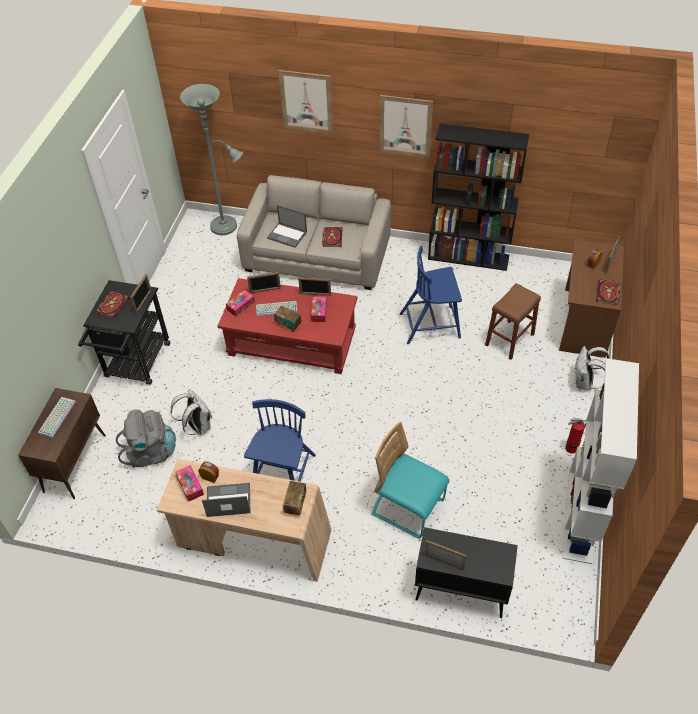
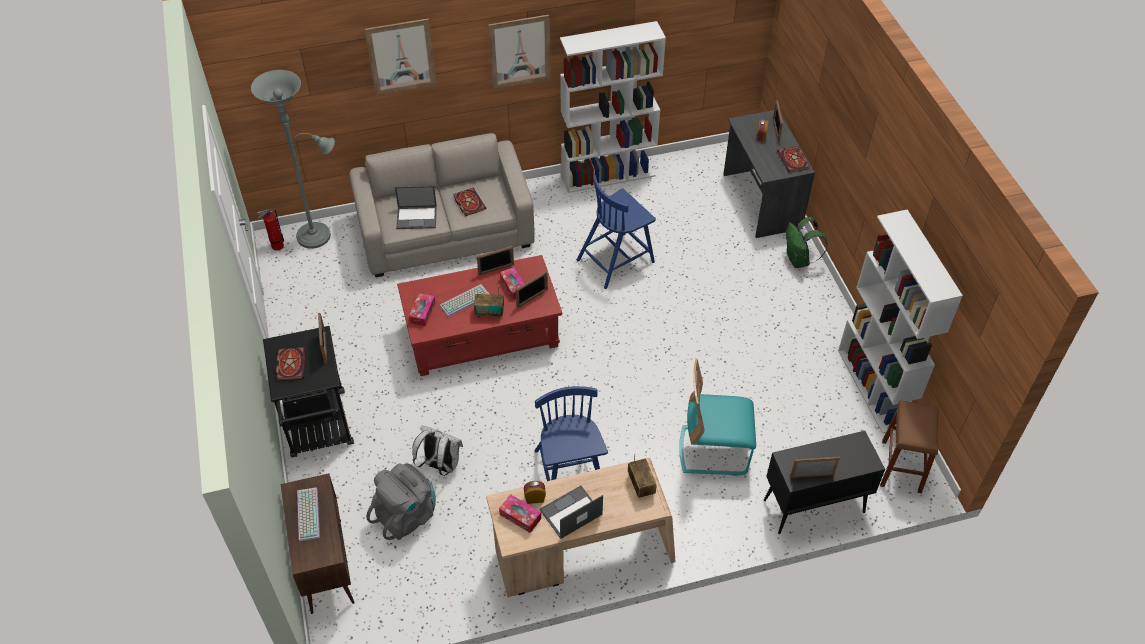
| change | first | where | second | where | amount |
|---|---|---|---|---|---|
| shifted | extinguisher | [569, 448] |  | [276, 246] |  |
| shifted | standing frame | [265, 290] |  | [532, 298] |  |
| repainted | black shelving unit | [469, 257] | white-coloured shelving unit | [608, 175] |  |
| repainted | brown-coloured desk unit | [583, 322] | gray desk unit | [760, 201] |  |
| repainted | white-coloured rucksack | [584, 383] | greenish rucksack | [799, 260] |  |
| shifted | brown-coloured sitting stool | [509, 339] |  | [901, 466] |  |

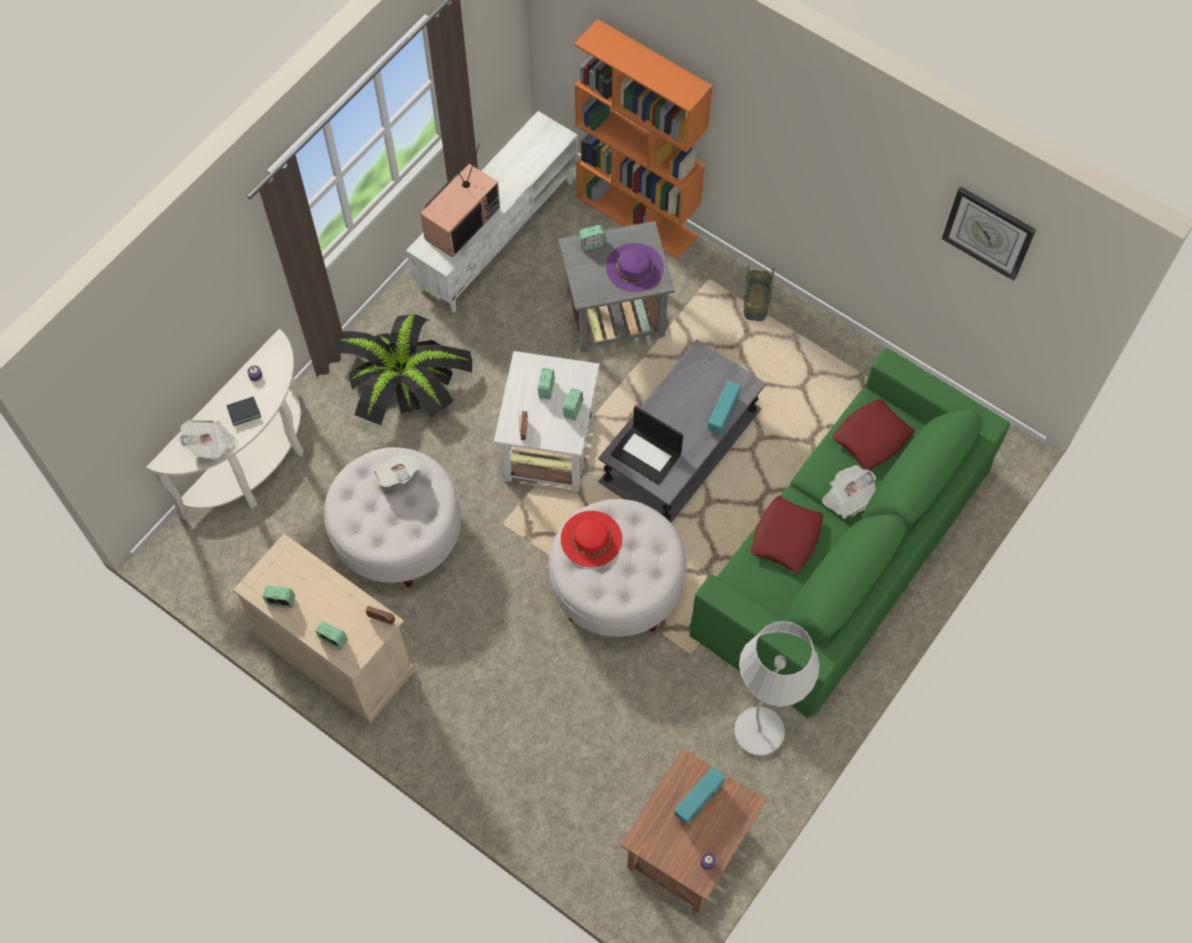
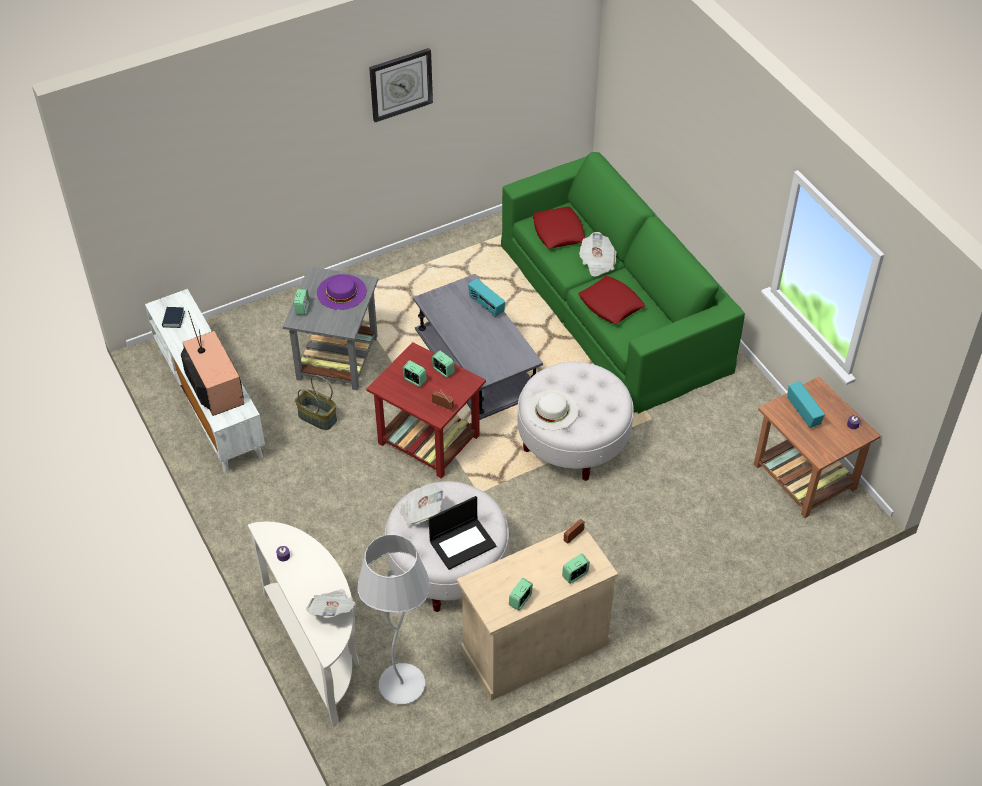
| change | first | where | second | where | amount |
|---|---|---|---|---|---|
| shifted | bound book | [244, 412] |  | [173, 319] |  |
| shifted | household basket | [755, 302] |  | [316, 418] |  |
| shifted | white-coloured standard lamp | [759, 731] |  | [402, 685] |  |
| repainted | white-coloured end table | [549, 446] | reddish end table | [427, 439] |  |
| shifted | wall clock | [988, 232] |  | [400, 84] |  |
| shifted | laptop | [647, 454] |  | [463, 543] |  |
| repainted | reddish clothing hat | [591, 539] | white-coloured clothing hat | [552, 410] |  |
| gone | potted plant | [403, 379] |  |  |  |
| gone | orange shelving unit | [638, 216] |  |  |  |

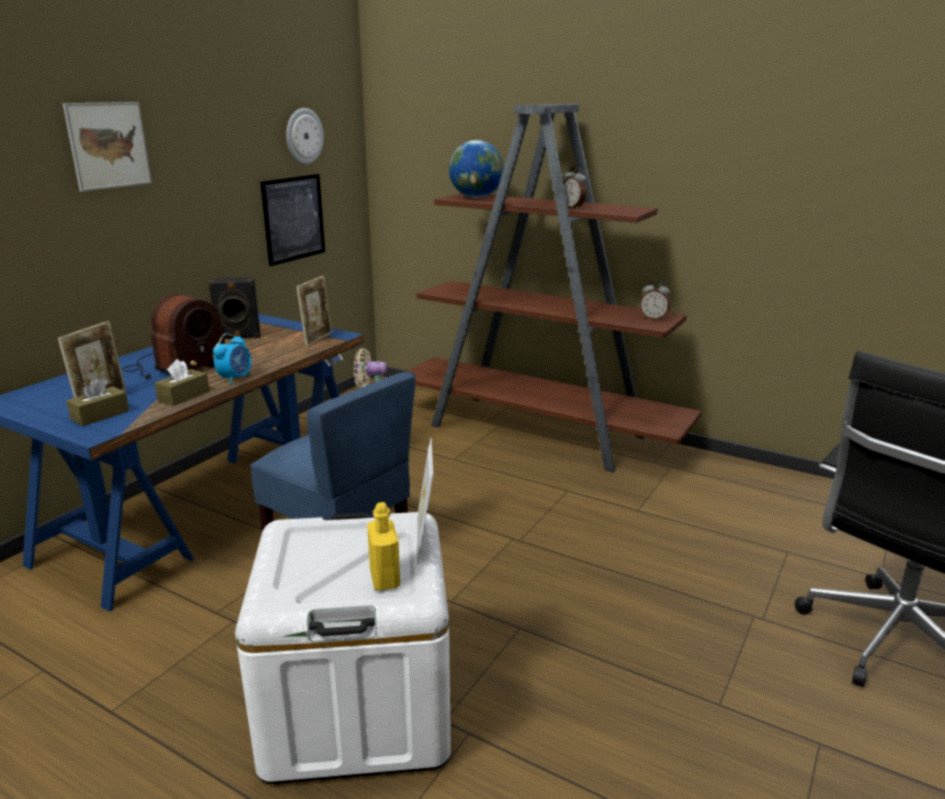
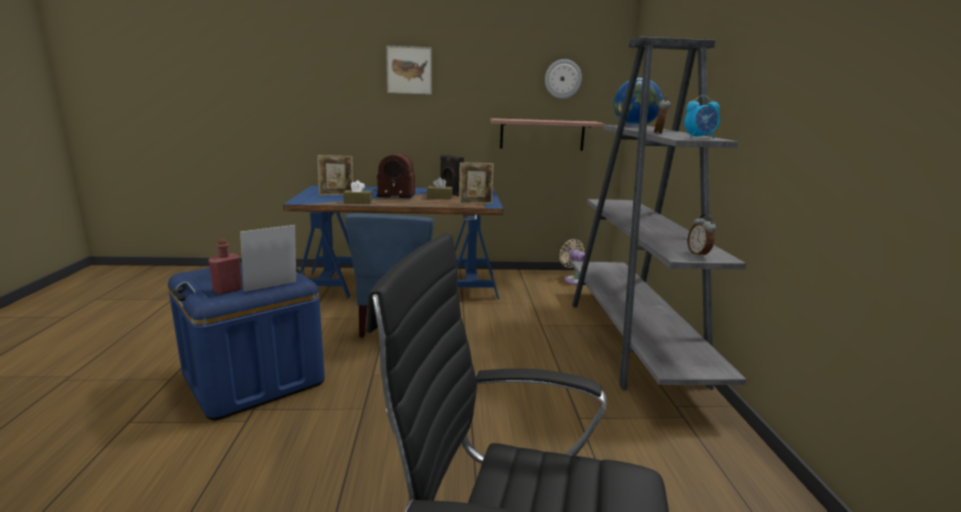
| change | first | where | second | where | amount |
|---|---|---|---|---|---|
| repainted | white-coloured storage box | [357, 706] | blue-coloured storage box | [253, 378] |  |
| repainted | yellow beverage bottle | [385, 579] | reddish beverage bottle | [228, 290] |  |
| shifted | brown-coloured tissue box | [100, 415] |  | [439, 197] |  |
| swapped | wall picture | [293, 218] | bracket shelf | [542, 134] |  |
| repainted | brown-coloured shelving unit | [540, 432] | gray shelving unit | [633, 342] |  |
| shifted | table clock | [235, 378] |  | [699, 137] |  |

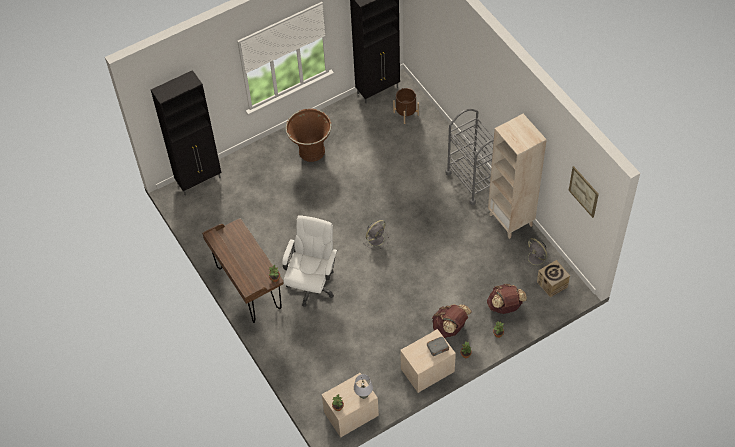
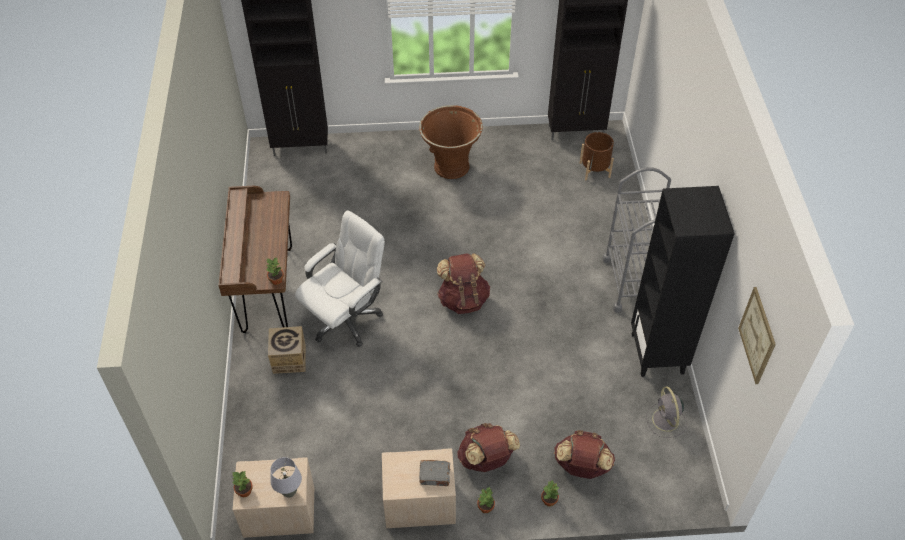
| change | first | where | second | where | amount |
|---|---|---|---|---|---|
| shifted | packing box | [552, 284] |  | [289, 359] |  |
| swapped | gray electric fan | [376, 238] | brown-coloured rucksack | [463, 299] |  |
| repainted | sand-coloured shelving unit | [511, 220] | black shelving unit | [658, 354] |  |

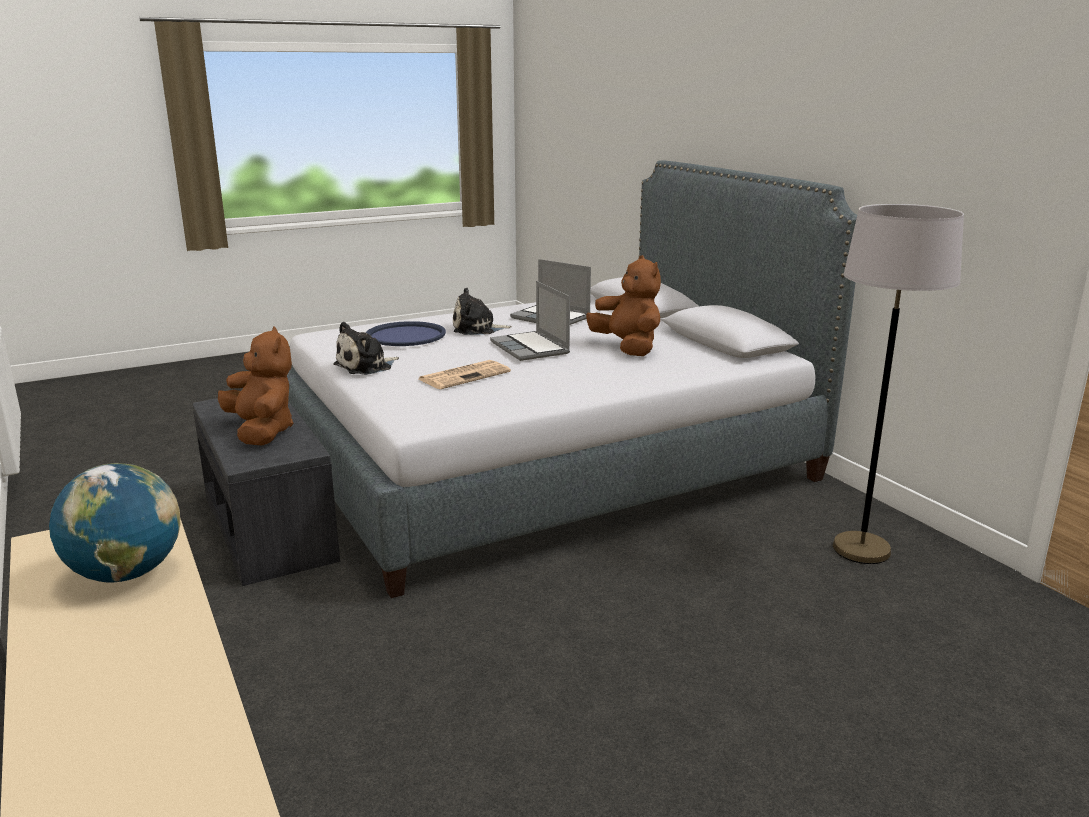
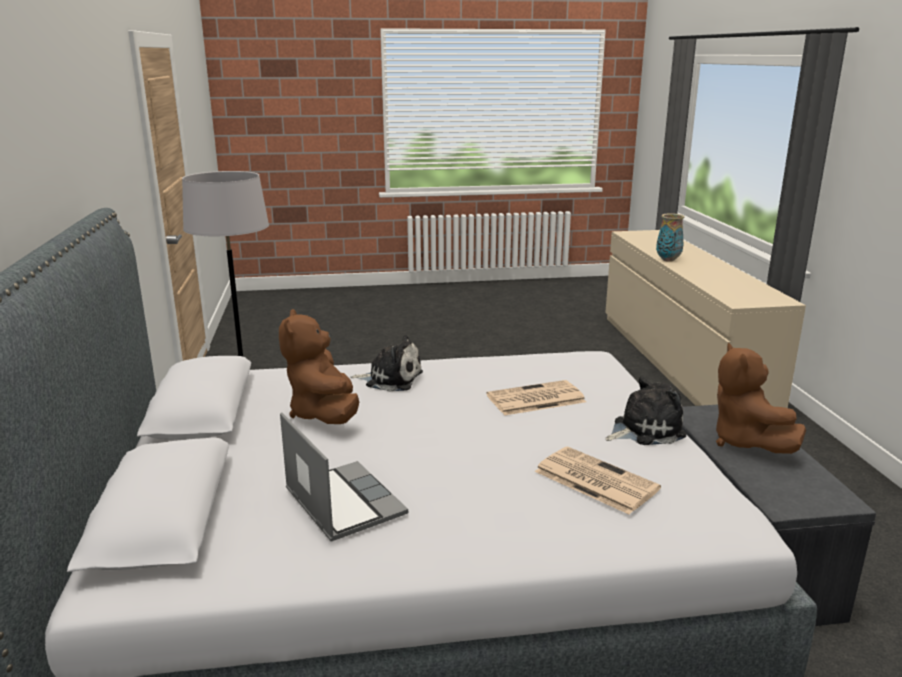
| change | first | where | second | where | amount |
|---|---|---|---|---|---|
| shifted | soft toy | [477, 329] |  | [391, 379] |  |
| swapped | blue-coloured tray | [406, 335] | newspaper | [594, 480] |  |
| new |  |  | flower vase | [668, 260] |  |
| gone | desk globe | [126, 574] |  |  |  |
| gone | laptop | [531, 348] |  |  |  |

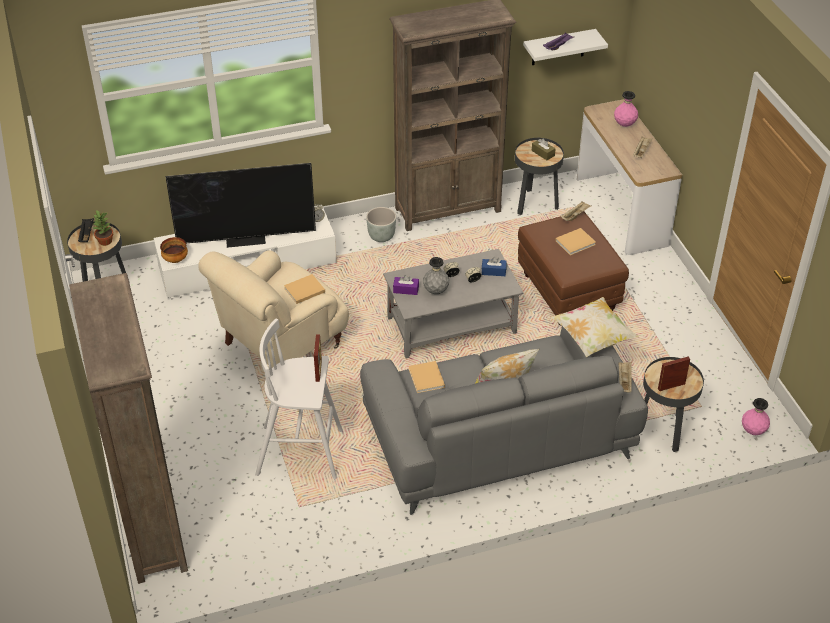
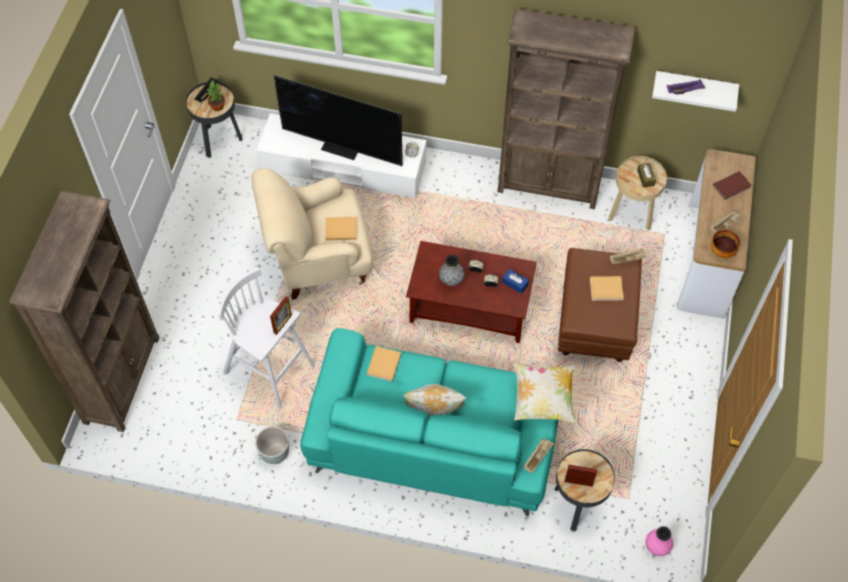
| change | first | where | second | where | amount |
|---|---|---|---|---|---|
| shifted | gray planter | [381, 237] |  | [274, 453] |  |
| repainted | gray couch | [498, 437] | blue-green couch | [433, 437] |  |
| repainted | gray coffee table | [450, 326] | brown-coloured coffee table | [468, 308] |  |
| repainted | black end table | [534, 204] | sand-coloured end table | [631, 214] |  |
| shifted | bowl | [175, 260] |  | [721, 251] |  |
| swapped | pinkish flower vase | [624, 124] | brown-coloured bound book | [732, 186] |  |
| gone | purple-coloured tissue box | [406, 289] |  |  |  |

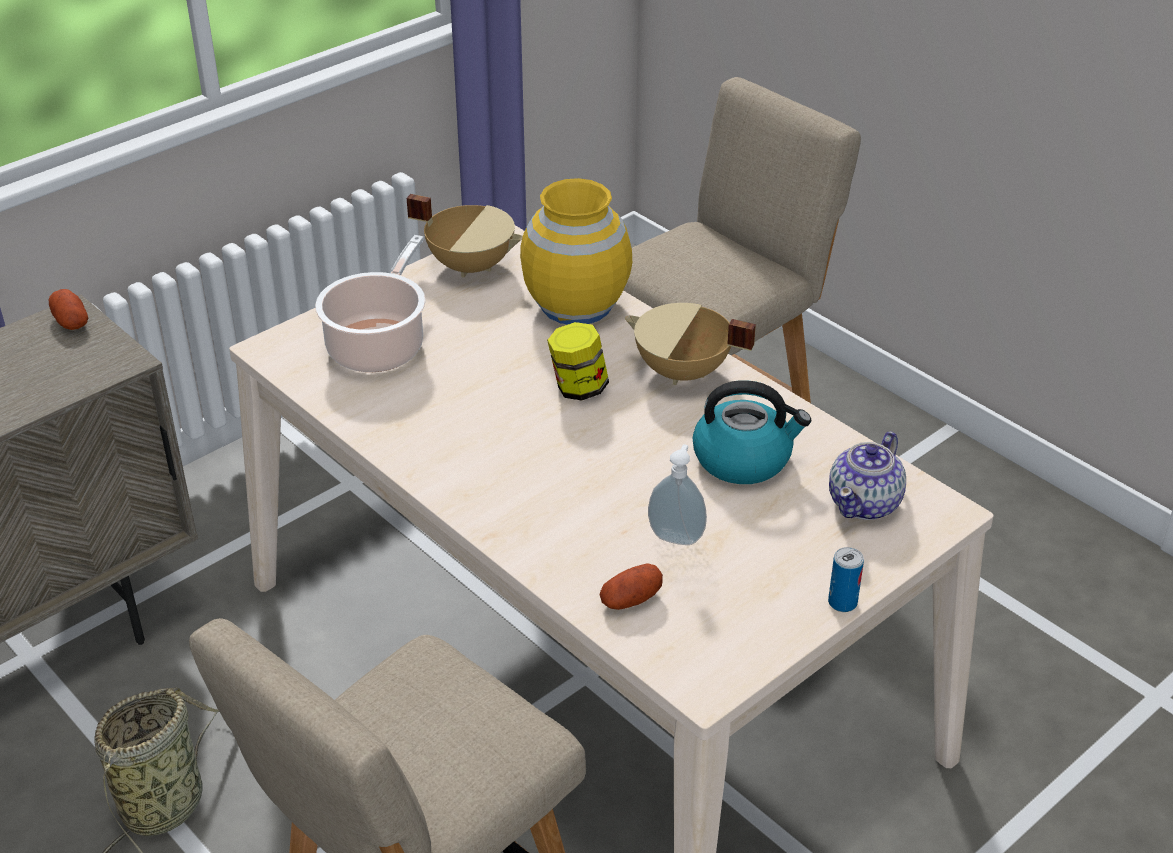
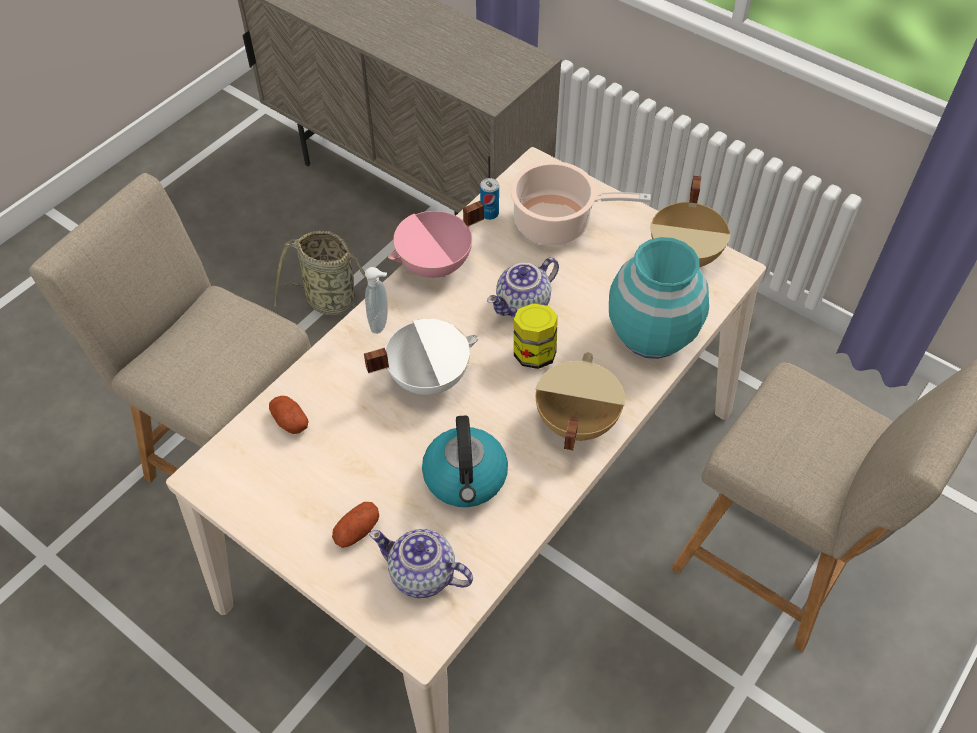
| change | first | where | second | where | amount |
|---|---|---|---|---|---|
| shifted | whole potato | [71, 322] |  | [357, 531] |  |
| new |  |  | white-coloured stockpot | [427, 377] |  |
| shifted | soap bottle | [676, 536] |  | [381, 323] |  |
| new |  |  | pinkish stockpot | [436, 266] |  |
| shifted | sealed can | [842, 602] |  | [489, 213] |  |
| new |  |  | pot for tea | [523, 306] |  |
| repainted | yellow flower vase | [575, 305] | blue-green flower vase | [651, 334] |  |

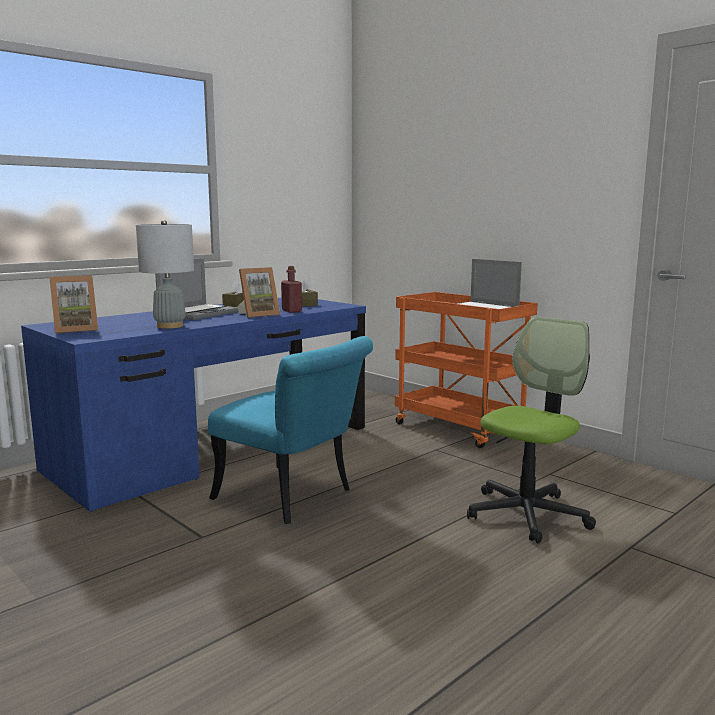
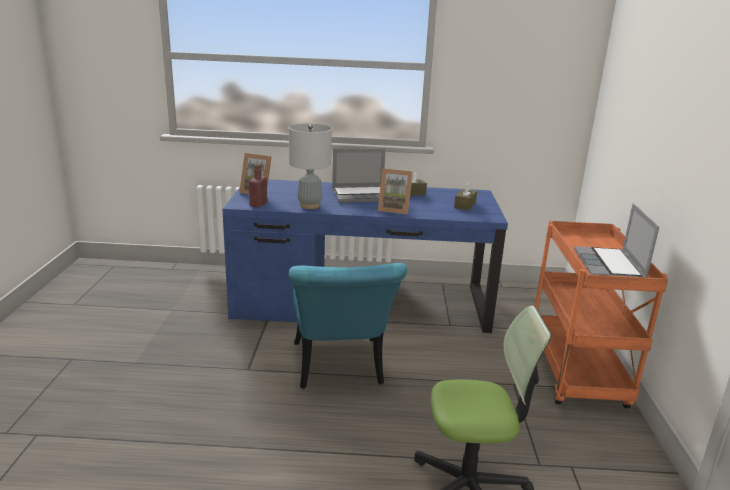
| change | first | where | second | where | amount |
|---|---|---|---|---|---|
| shifted | reddish beverage bottle | [291, 311] |  | [258, 204] |  |

